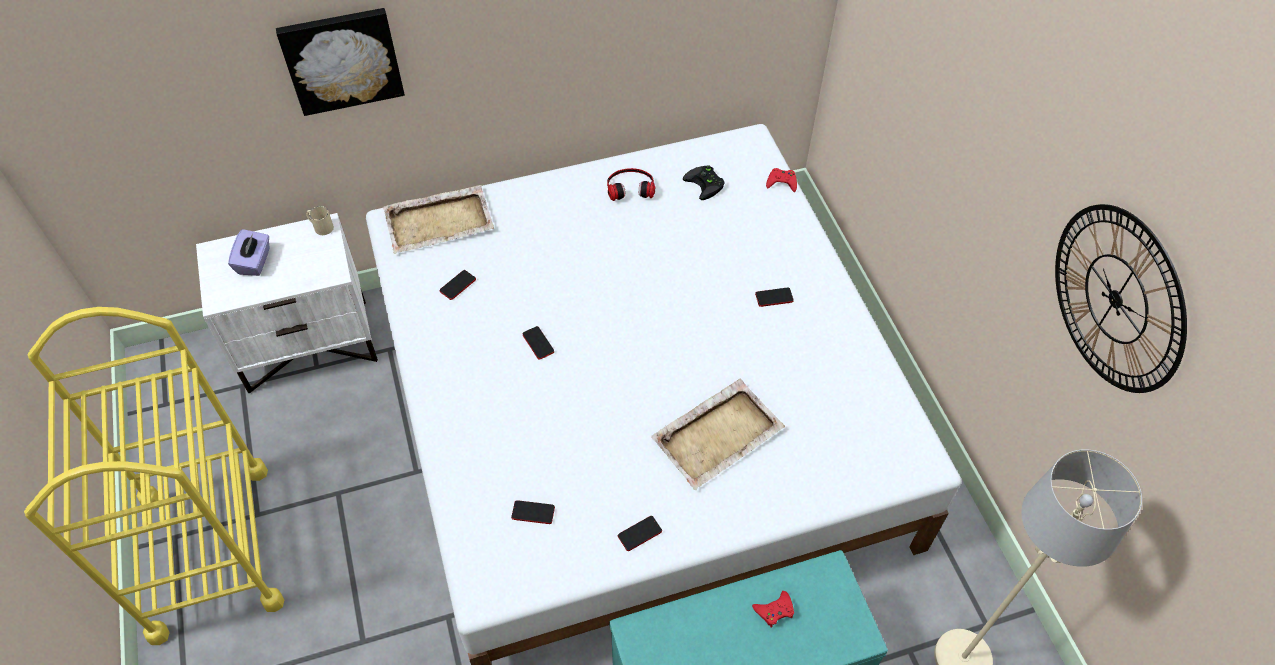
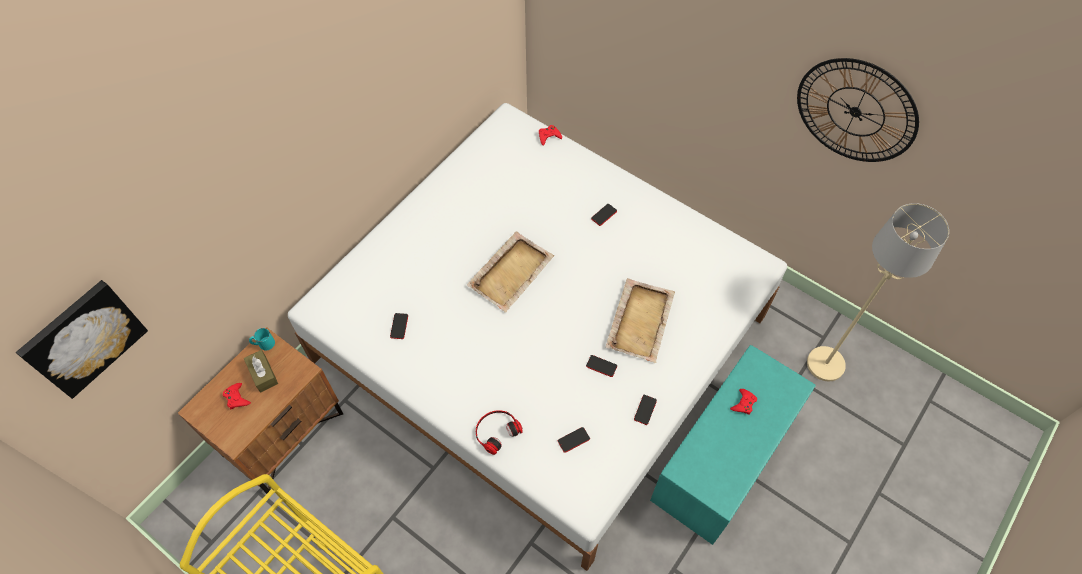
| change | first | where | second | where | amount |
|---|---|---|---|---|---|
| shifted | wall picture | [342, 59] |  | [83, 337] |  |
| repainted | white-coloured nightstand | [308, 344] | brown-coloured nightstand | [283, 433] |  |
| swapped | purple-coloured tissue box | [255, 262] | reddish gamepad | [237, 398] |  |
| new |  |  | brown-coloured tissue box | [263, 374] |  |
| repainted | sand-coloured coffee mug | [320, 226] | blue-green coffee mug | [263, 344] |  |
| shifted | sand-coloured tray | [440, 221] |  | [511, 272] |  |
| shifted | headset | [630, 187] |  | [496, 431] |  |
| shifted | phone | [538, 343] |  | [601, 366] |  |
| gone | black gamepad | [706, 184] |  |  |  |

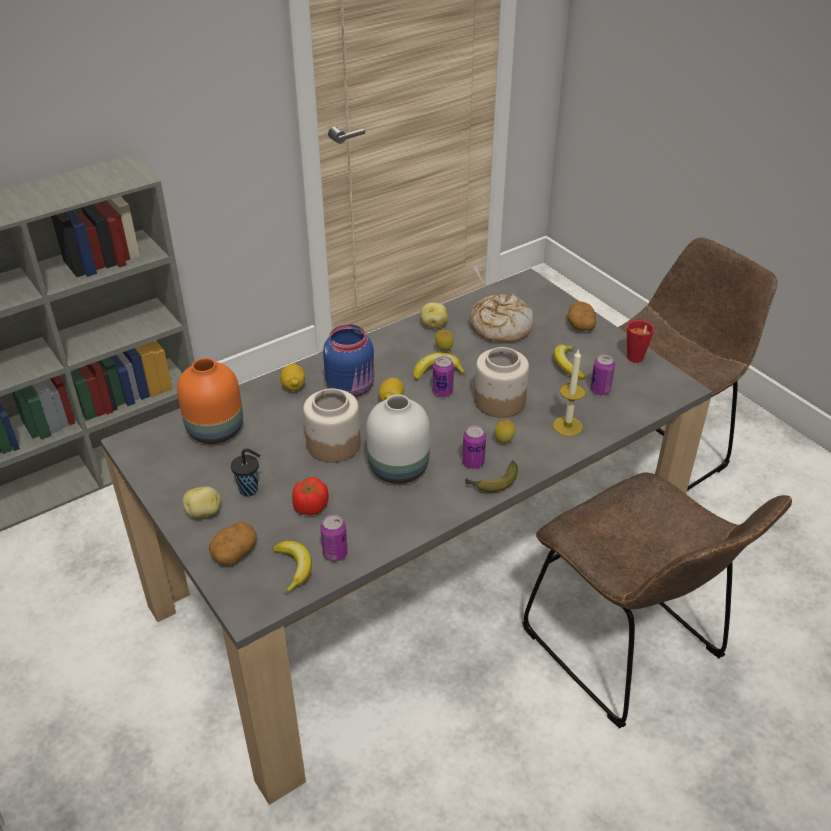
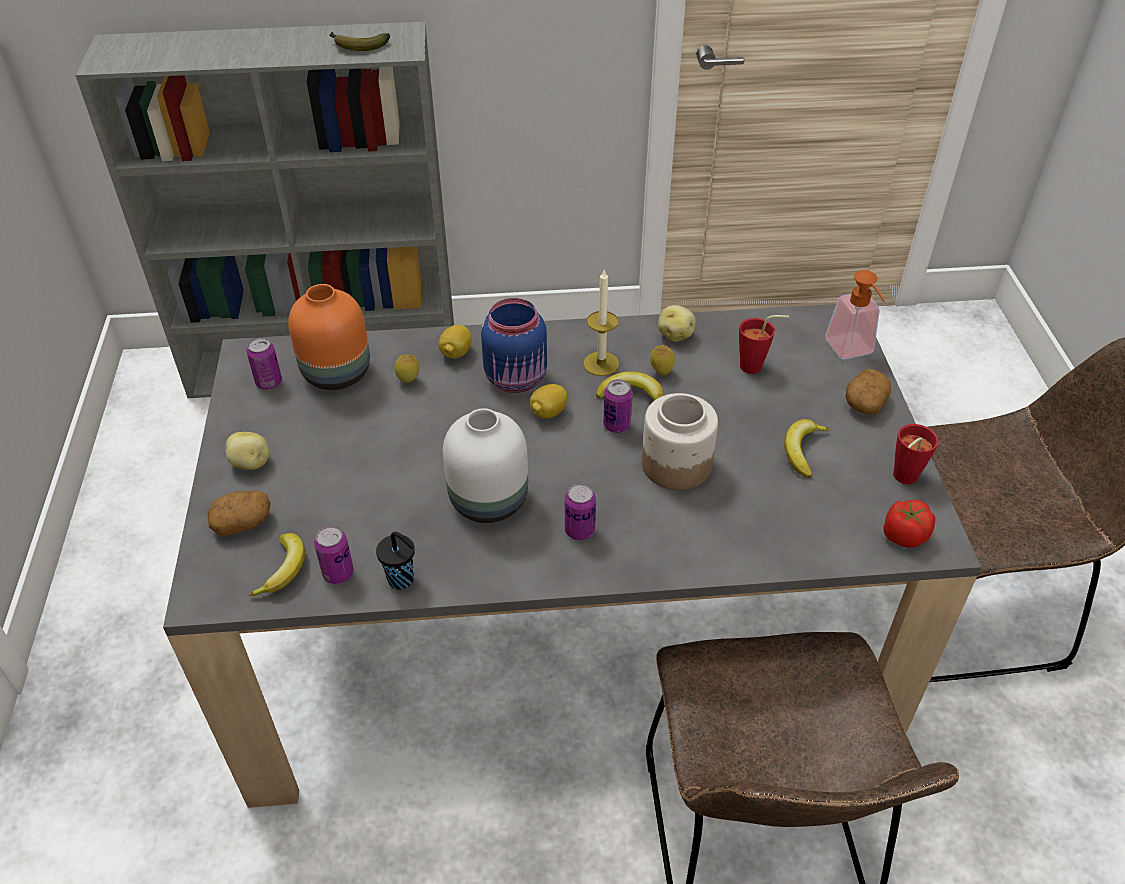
| change | first | where | second | where | amount |
|---|---|---|---|---|---|
| shifted | sealed can | [600, 390] |  | [269, 382] |  |
| shifted | banana | [493, 483] |  | [357, 46] |  |
| shifted | black cup | [250, 490] |  | [402, 580] |  |
| shifted | lemon | [504, 442] |  | [408, 381] |  |
| shifted | candle | [567, 426] |  | [601, 364] |  |
| swapped | bread | [500, 326] | reddish cup | [756, 367] |  |
| new |  |  | soap bottle | [852, 352] |  |
| shifted | fresh tomato | [310, 507] |  | [904, 535] |  |
| gone | storage jar | [333, 444] |  |  |  |

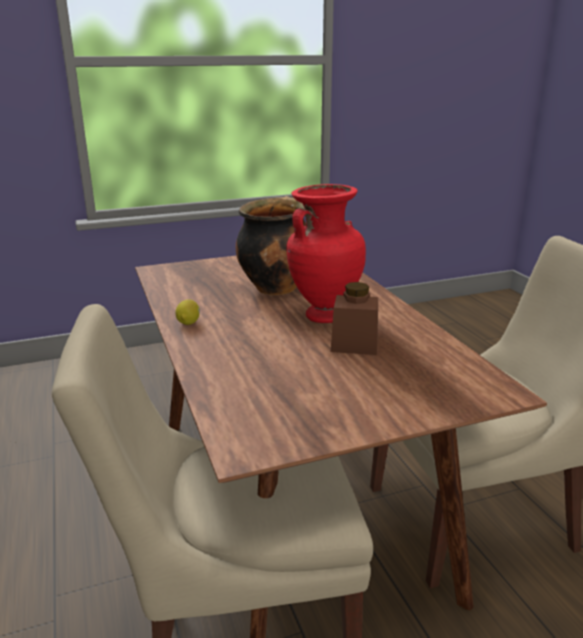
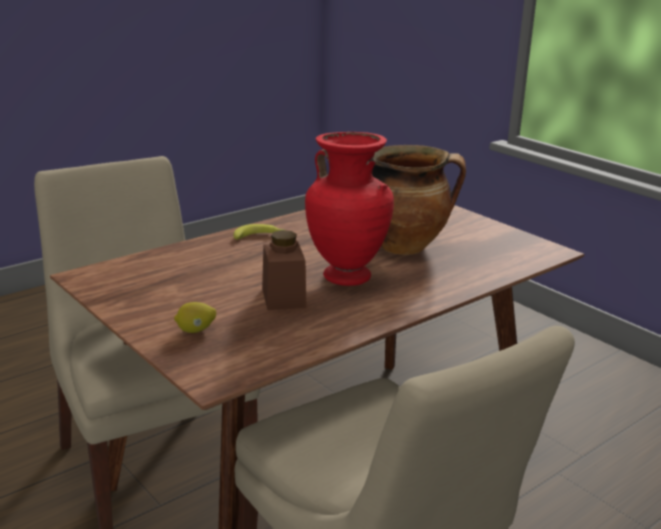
| change | first | where | second | where | amount |
|---|---|---|---|---|---|
| shifted | lemon | [189, 322] |  | [196, 330] |  |
| new |  |  | banana | [259, 237] |  |

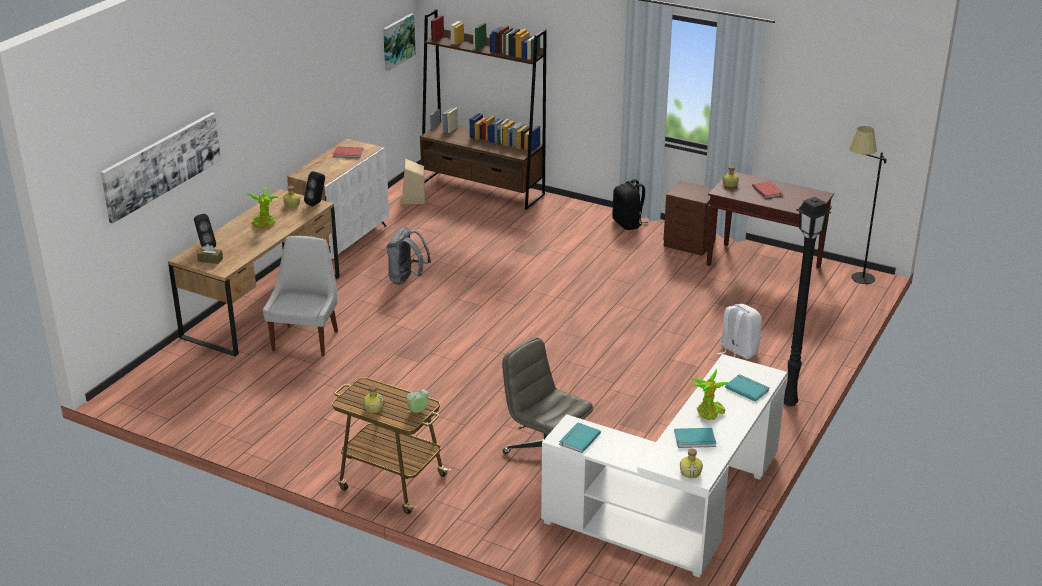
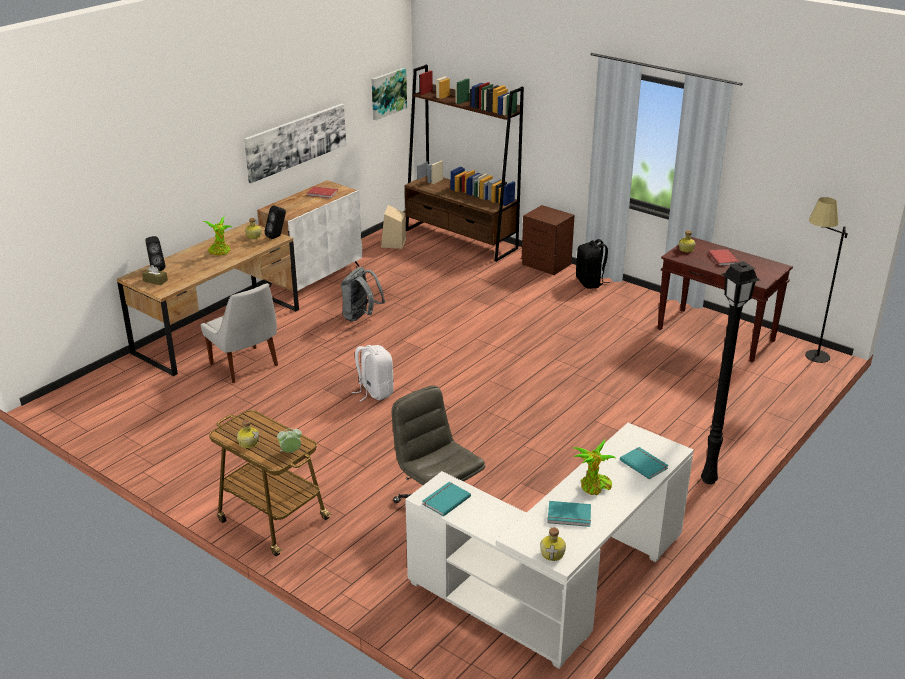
| change | first | where | second | where | amount |
|---|---|---|---|---|---|
| rotated | white-coloured chair | [306, 339] |  | [245, 366] | 120 degrees clockwise |
| shifted | wall picture | [162, 165] |  | [296, 141] |  |
| shifted | white-coloured rucksack | [737, 351] |  | [374, 392] |  |
| shifted | brown-coloured nightstand | [689, 244] |  | [546, 265] |  |

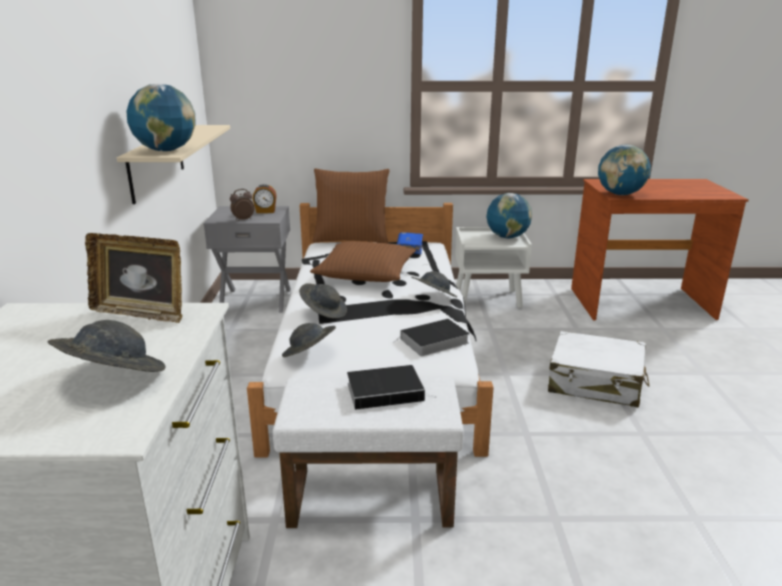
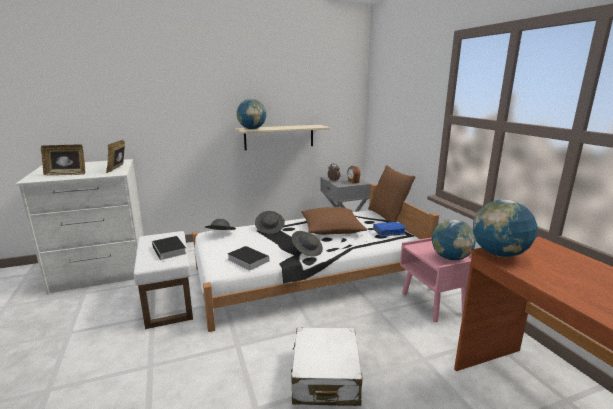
| change | first | where | second | where | amount |
|---|---|---|---|---|---|
| swapped | gray clothing hat | [112, 377] | standing frame | [66, 174] |  |
| repainted | white-coloured nightstand | [488, 298] | pinkish nightstand | [433, 303] |  |

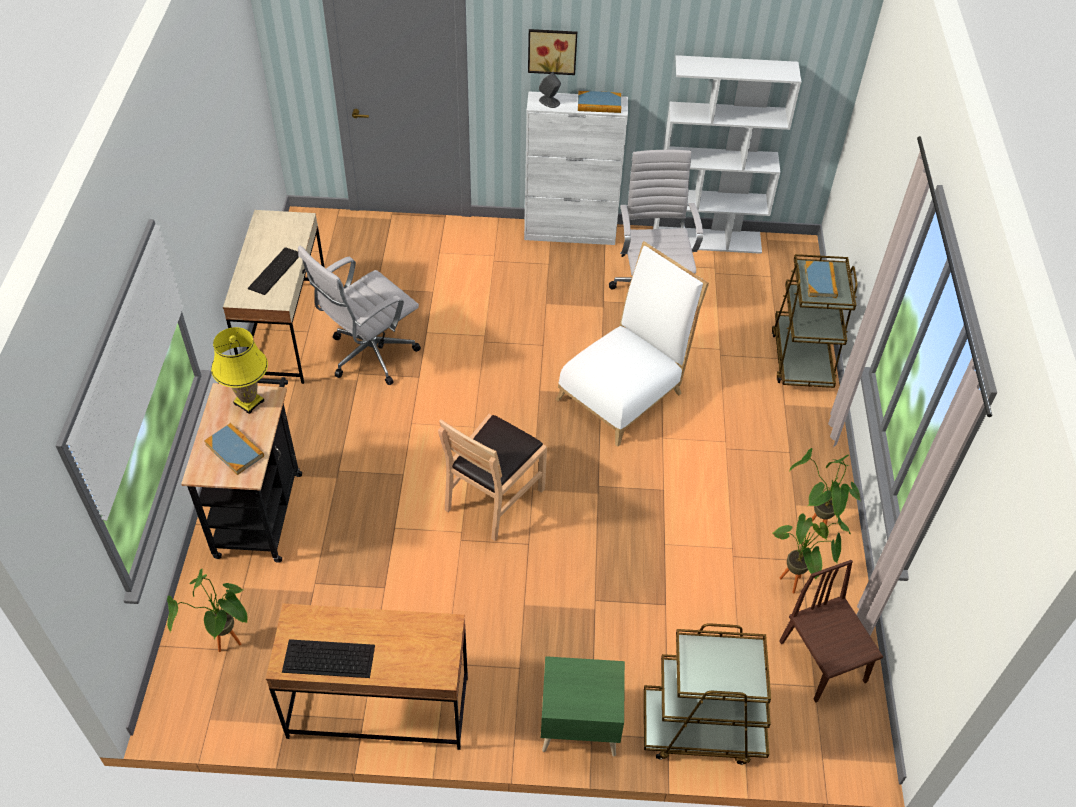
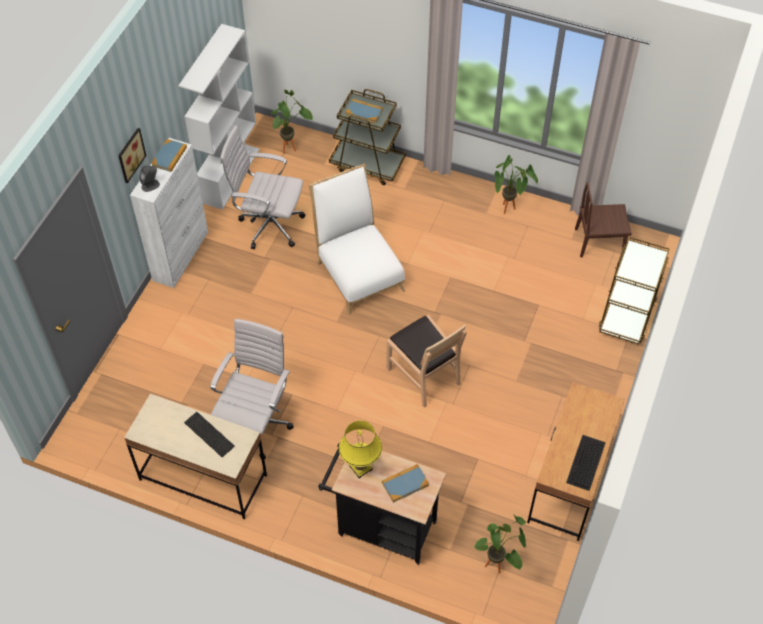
| change | first | where | second | where | amount |
|---|---|---|---|---|---|
| rotated | white-coloured computer chair | [369, 356] |  | [256, 423] | 135 degrees counterclockwise |
| shifted | potted plant | [796, 586] |  | [291, 148] |  |
| gone | greenish nightstand | [578, 726] |  |  |  |

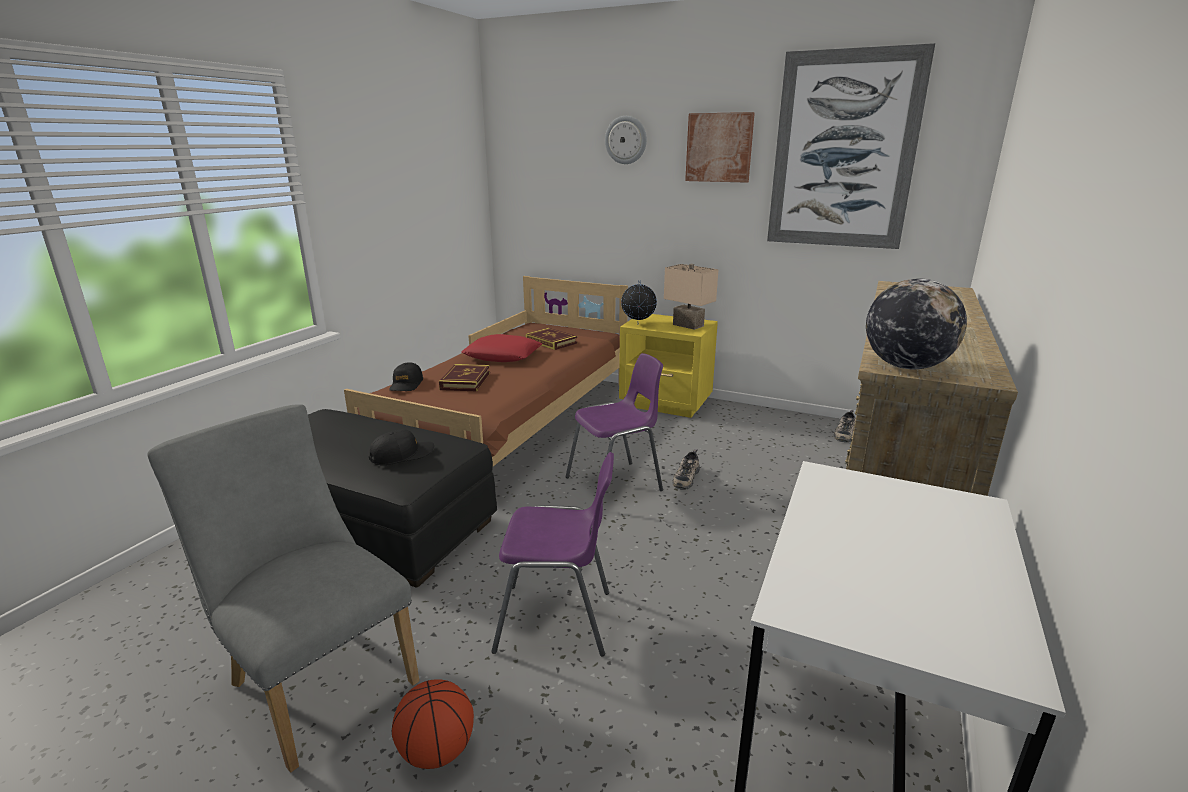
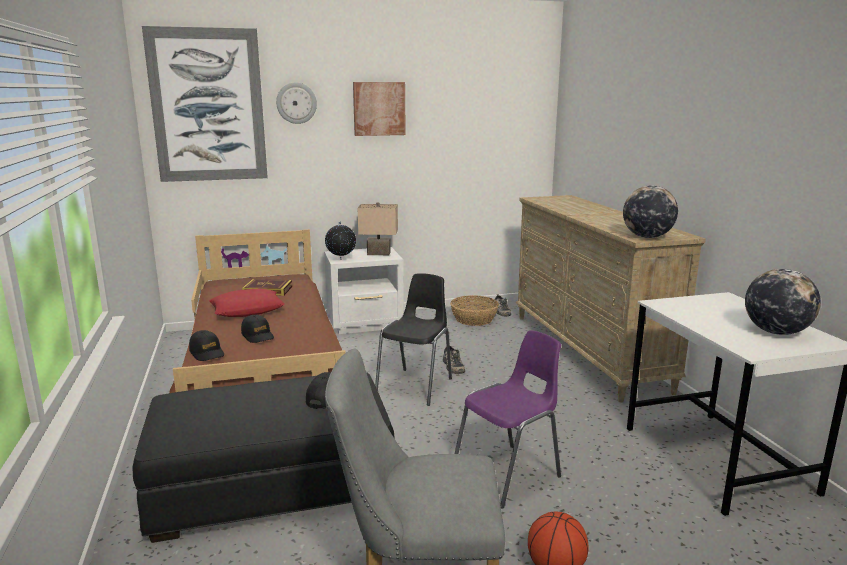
| change | first | where | second | where | amount |
|---|---|---|---|---|---|
| shifted | wall picture | [843, 151] |  | [208, 106] |  |
| swapped | bound book | [465, 381] | black baseball cap | [258, 335] |  |
| repainted | yellow nightstand | [666, 403] | white-coloured nightstand | [366, 324] |  |
| repainted | purple-coloured chair | [616, 484] | black chair | [416, 386] |  |
| new |  |  | household basket | [474, 319] |  |
| new |  |  | desk globe | [776, 332] |  |

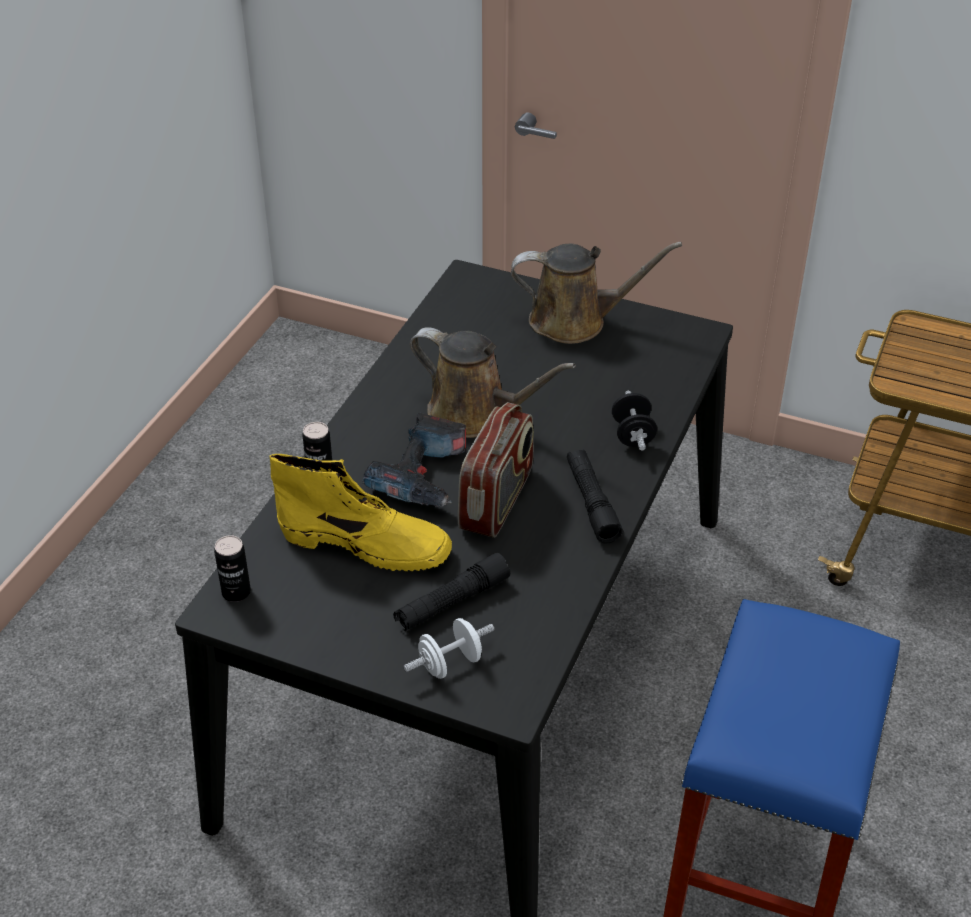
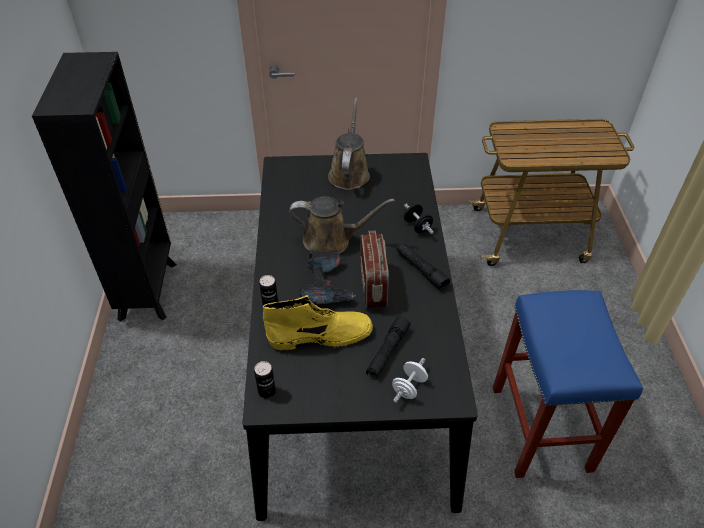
| change | first | where | second | where | amount |
|---|---|---|---|---|---|
| new |  |  | black shelving unit | [148, 289] |  |
| rotated | brown-coloured watering pot | [575, 321] |  | [349, 173] | 60 degrees counterclockwise |

